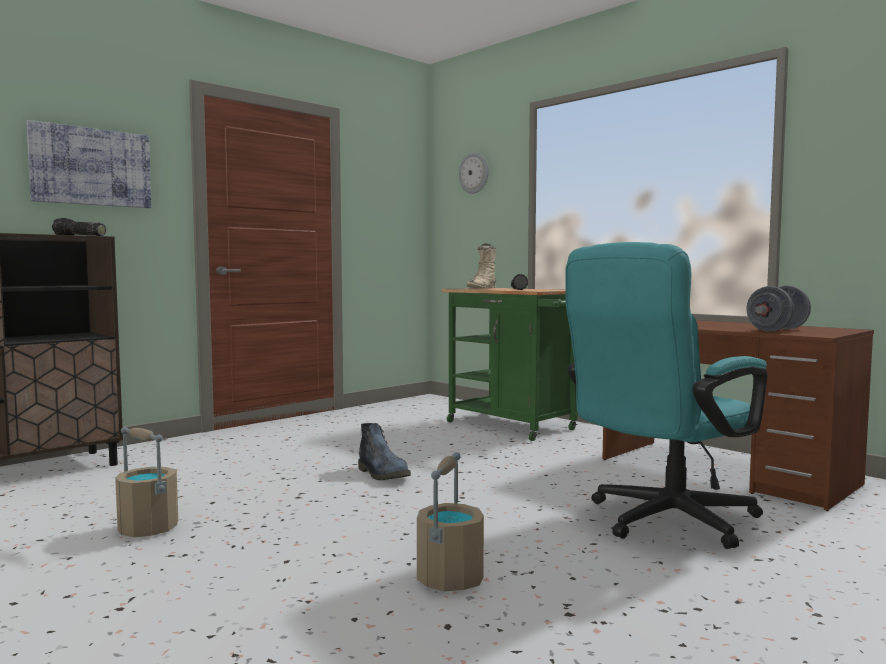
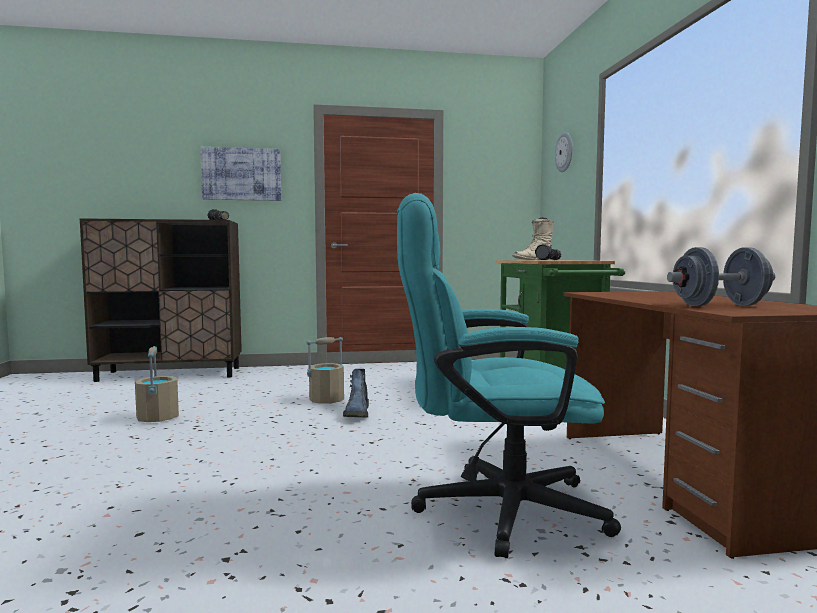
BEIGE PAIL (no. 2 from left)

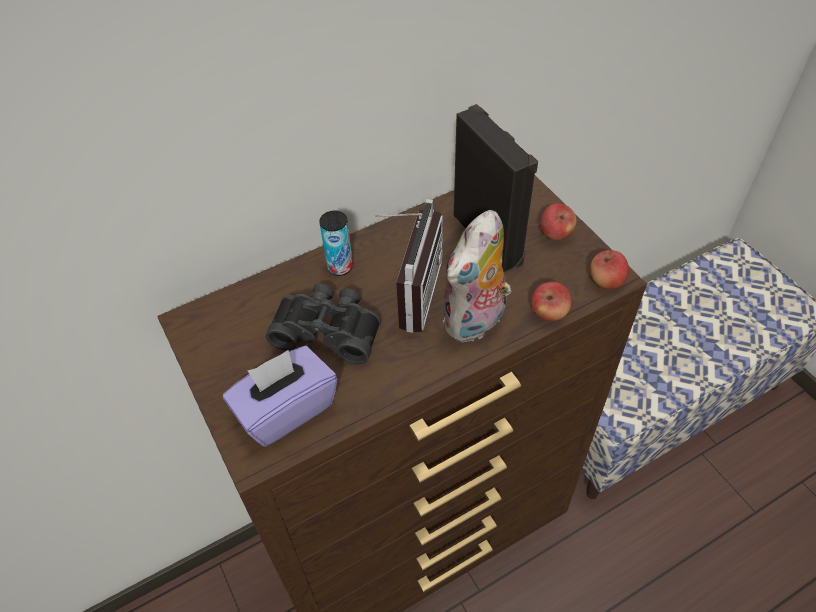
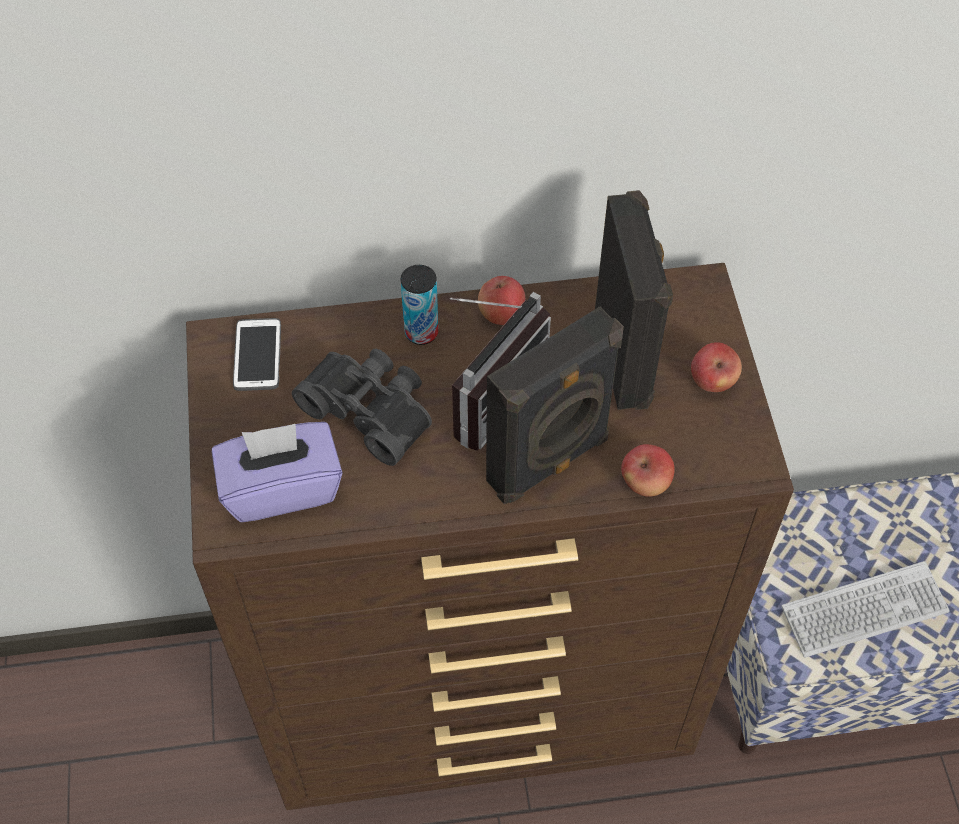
TELEPHONE; PC KEYBOARD; WHOLE APPLE (no. 1 from left); BLACKISH AUDIO SPEAKER (no. 1 from left)

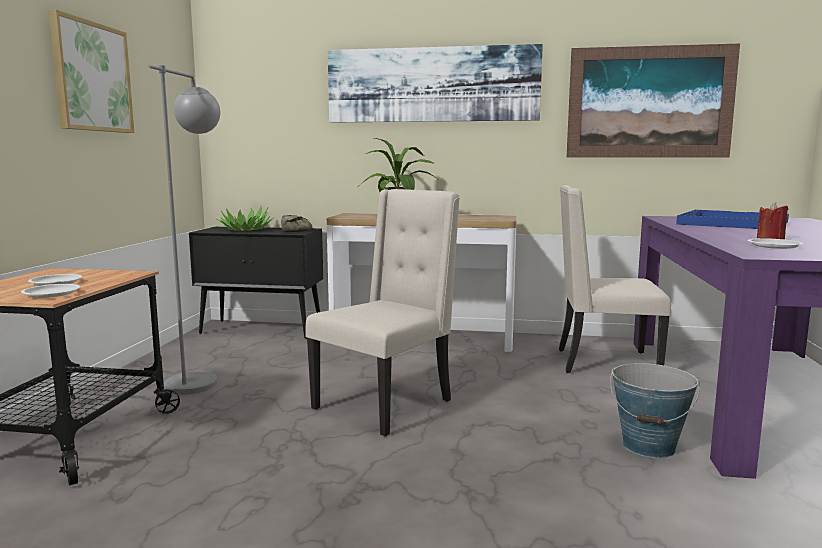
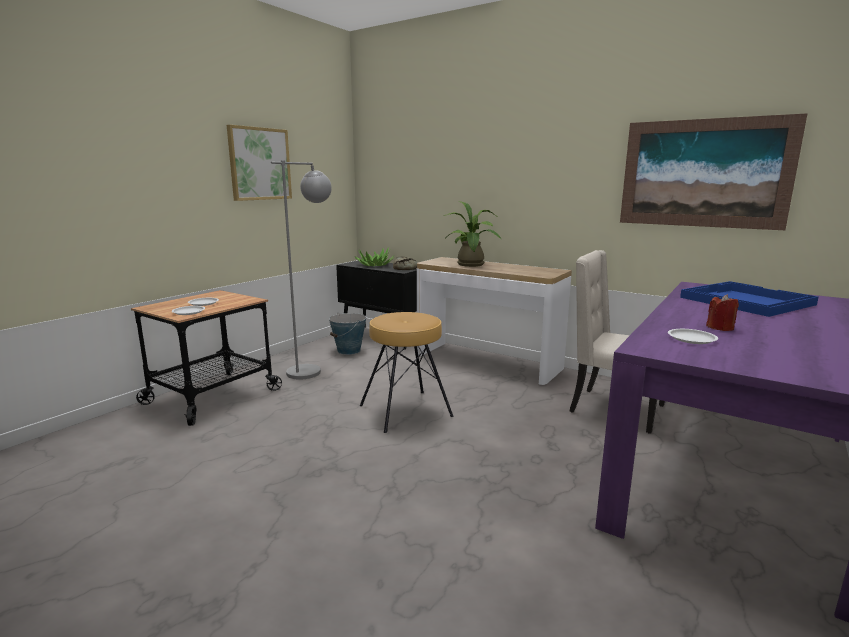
WALL PICTURE (no. 2 from left in the first image); PAIL; BROWN SITTING STOOL

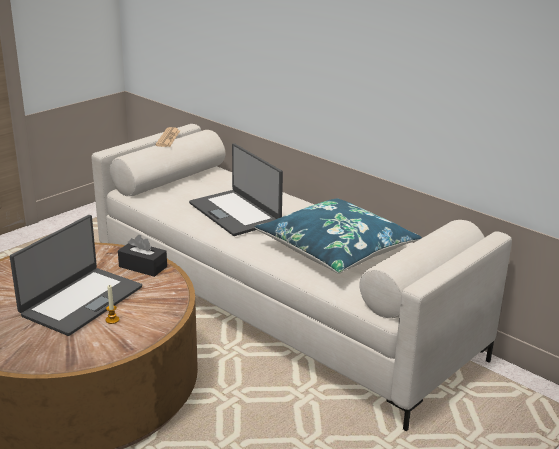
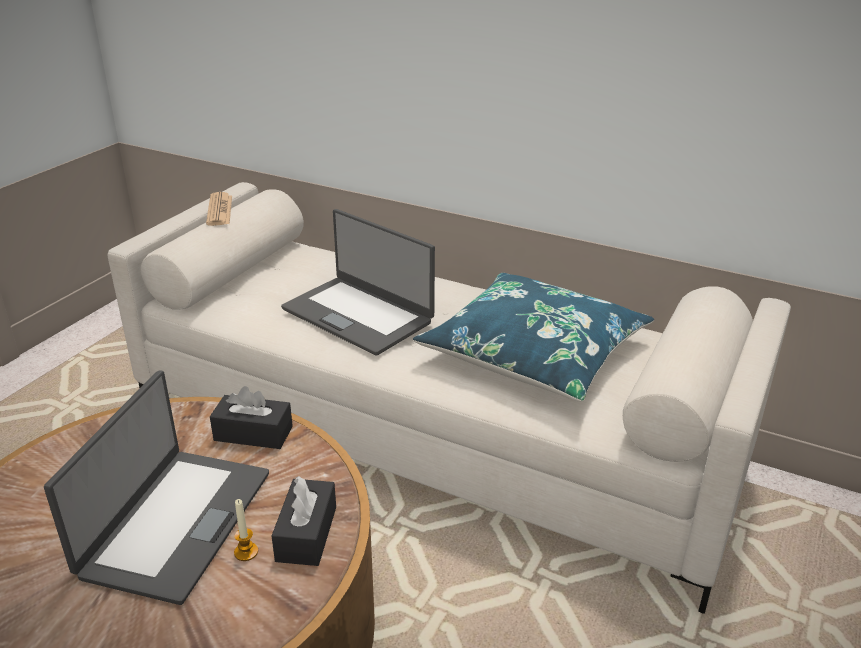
BLACKISH TISSUE BOX (no. 2 from left)

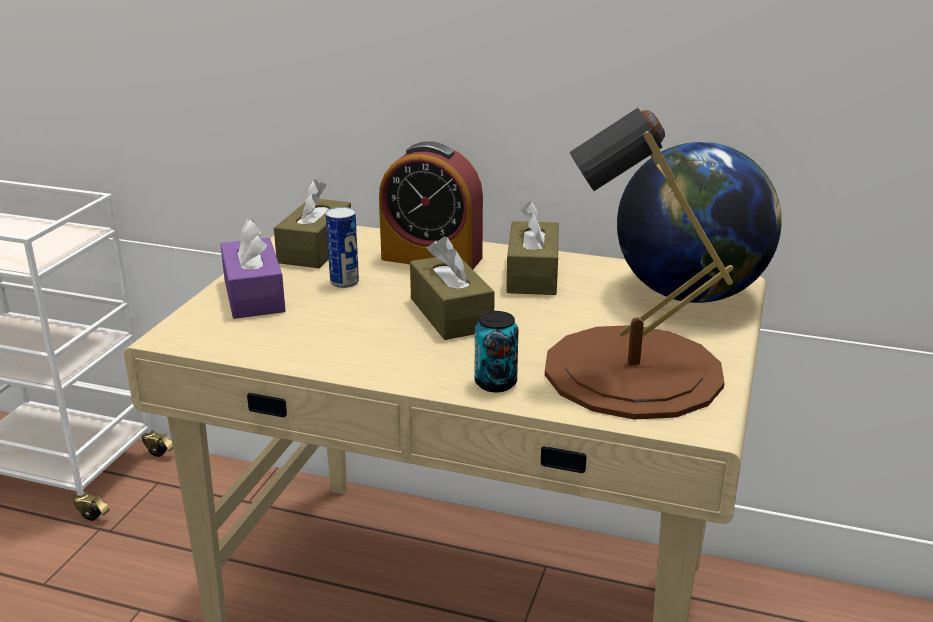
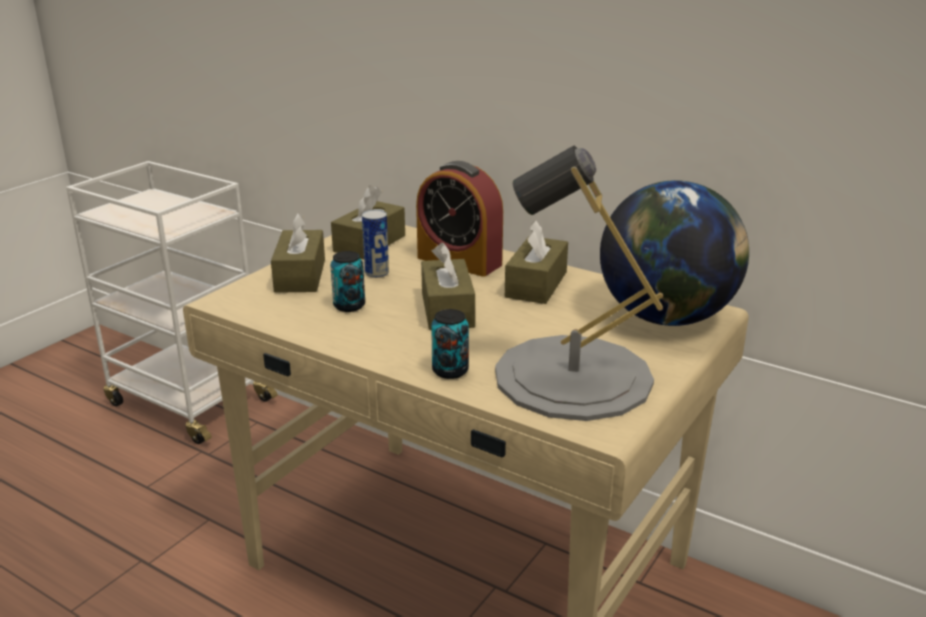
CAN (no. 1 from left); BROWN TISSUE BOX (no. 1 from left); GREYISH LAMP FOR A TABLE

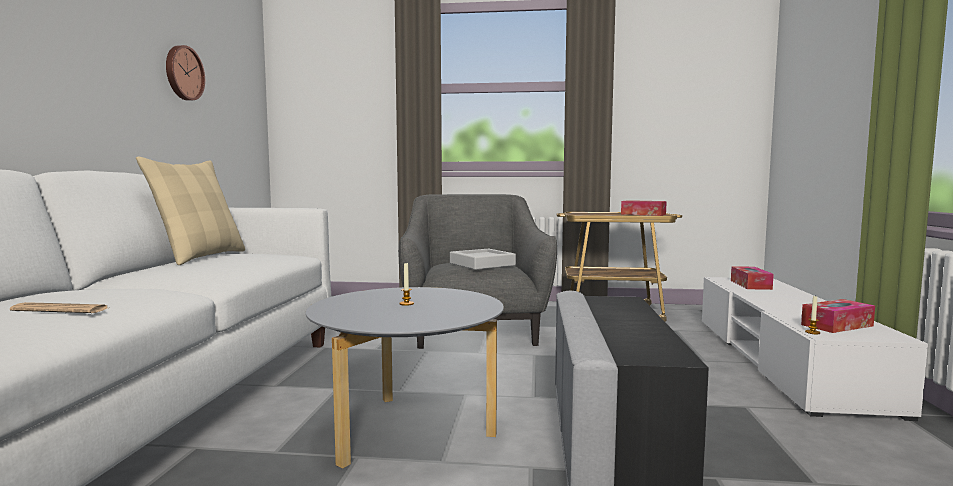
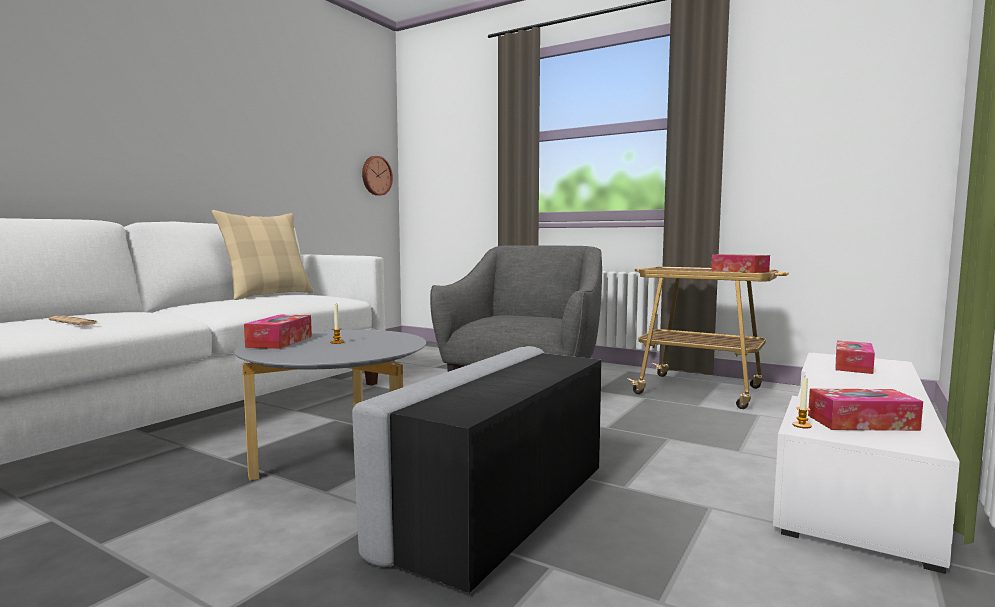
GREYISH CARRYING TRAY; TISSUE BOX (no. 1 from left); WALL CLOCK

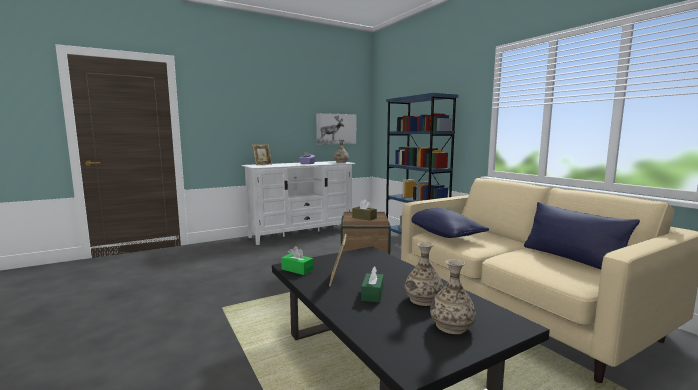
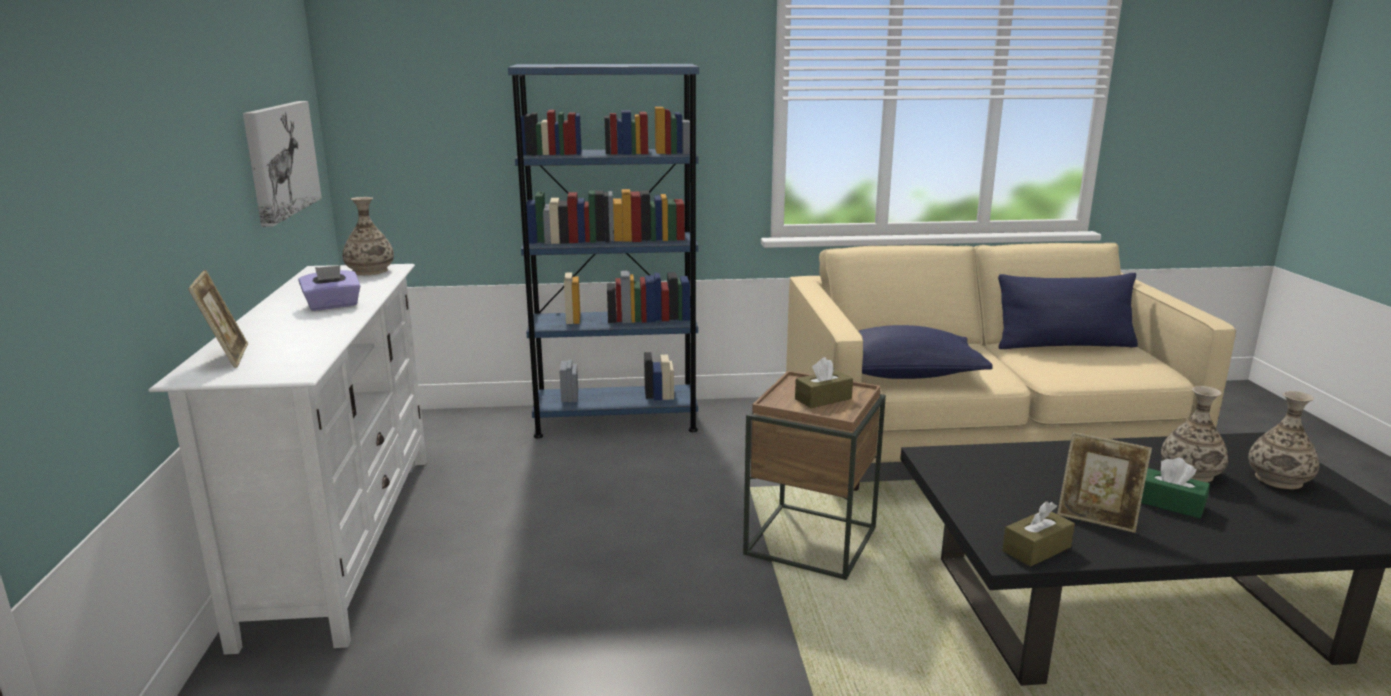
BROWN TISSUE BOX (no. 2 from left)

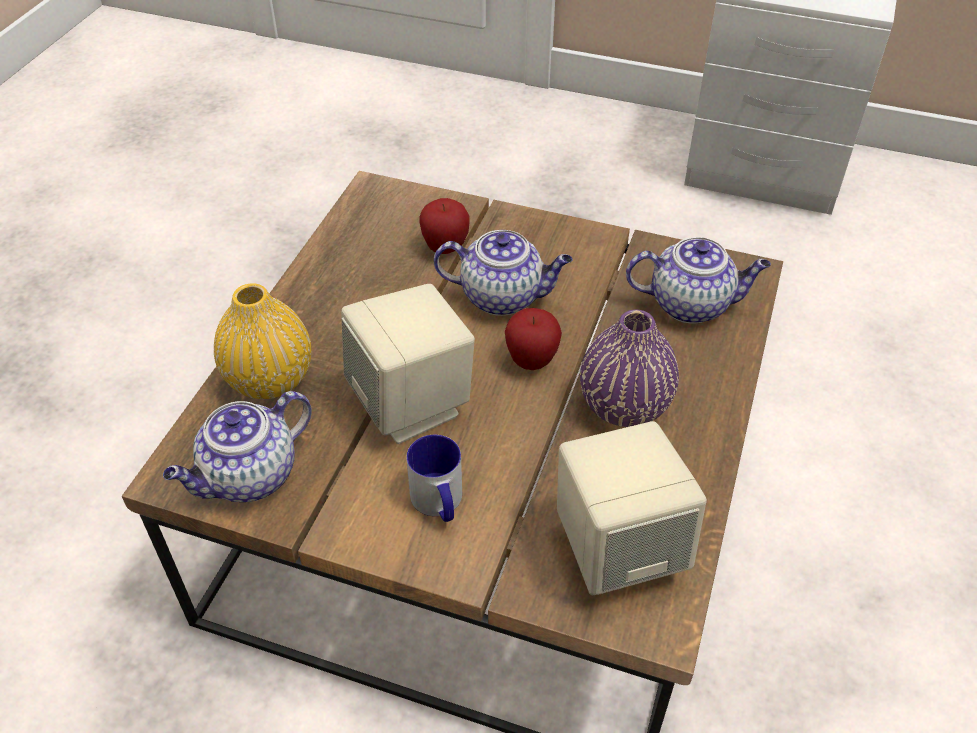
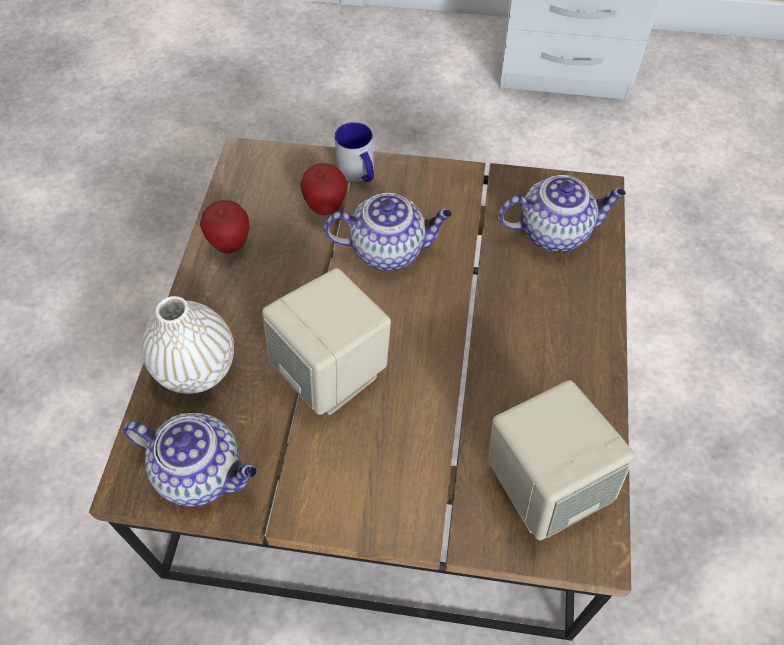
PURPLE VASE; COFFEE MUG; WHOLE APPLE (no. 1 from left); WHITE VASE; TEA POT (no. 1 from left)

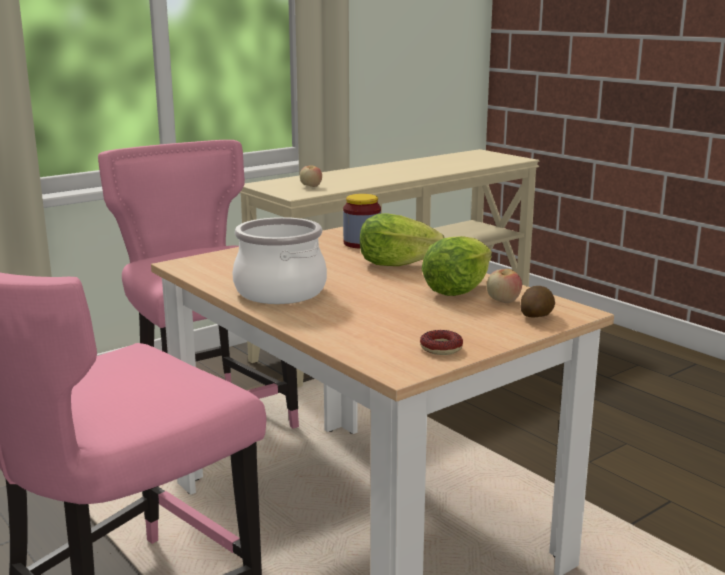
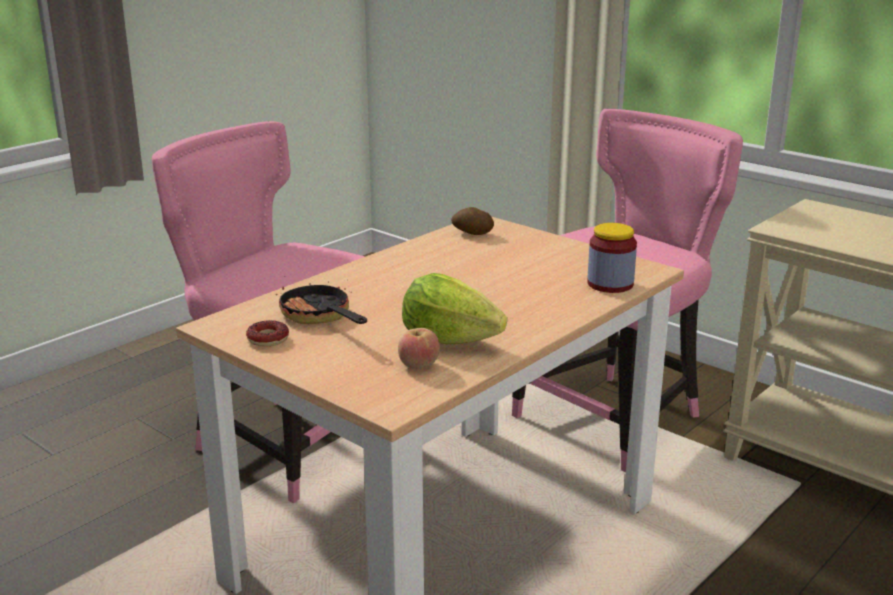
COOKING POT; WHOLE APPLE (no. 1 from left in the first image); LETTUCE (no. 1 from left in the first image); SKILLET; SPUD

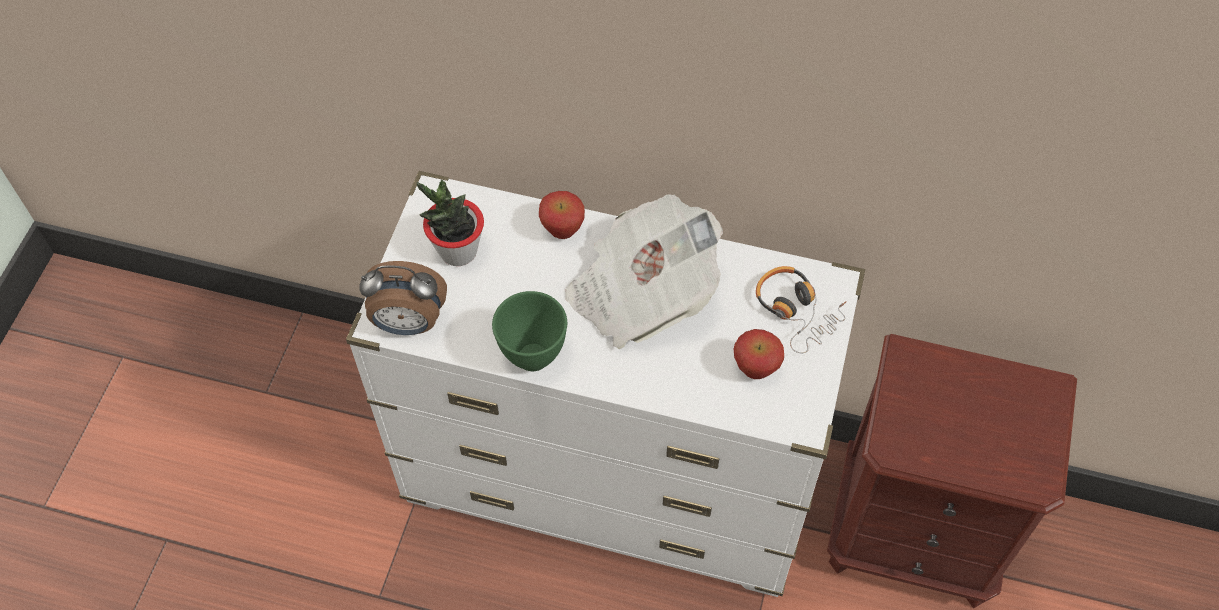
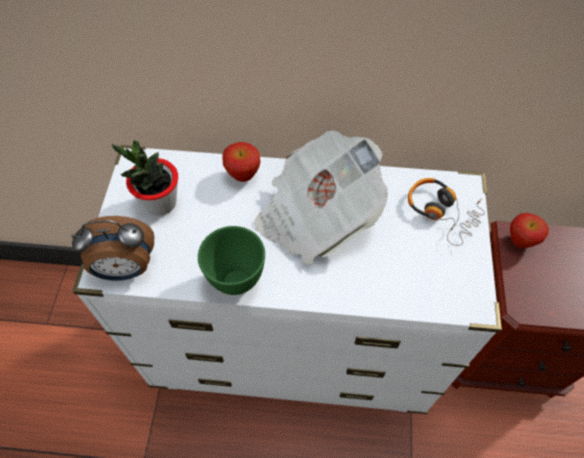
WHOLE APPLE (no. 2 from left)

